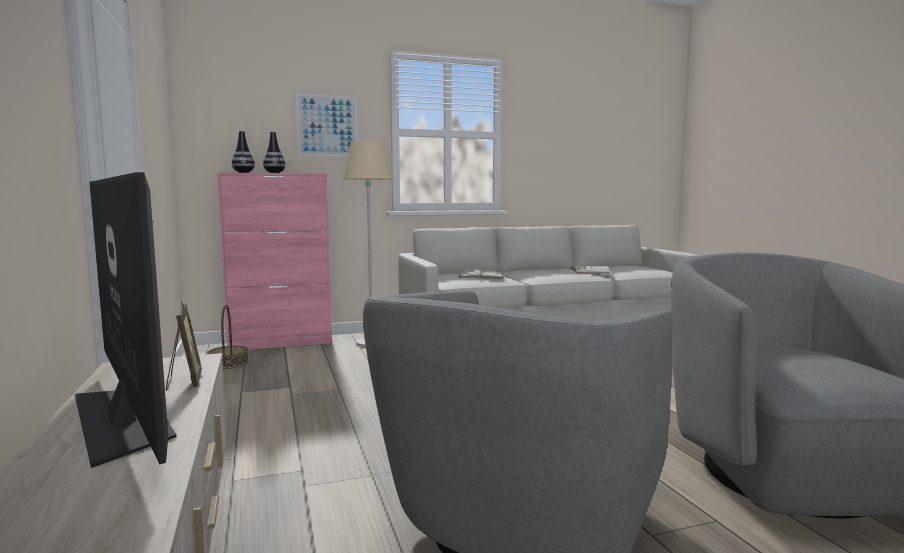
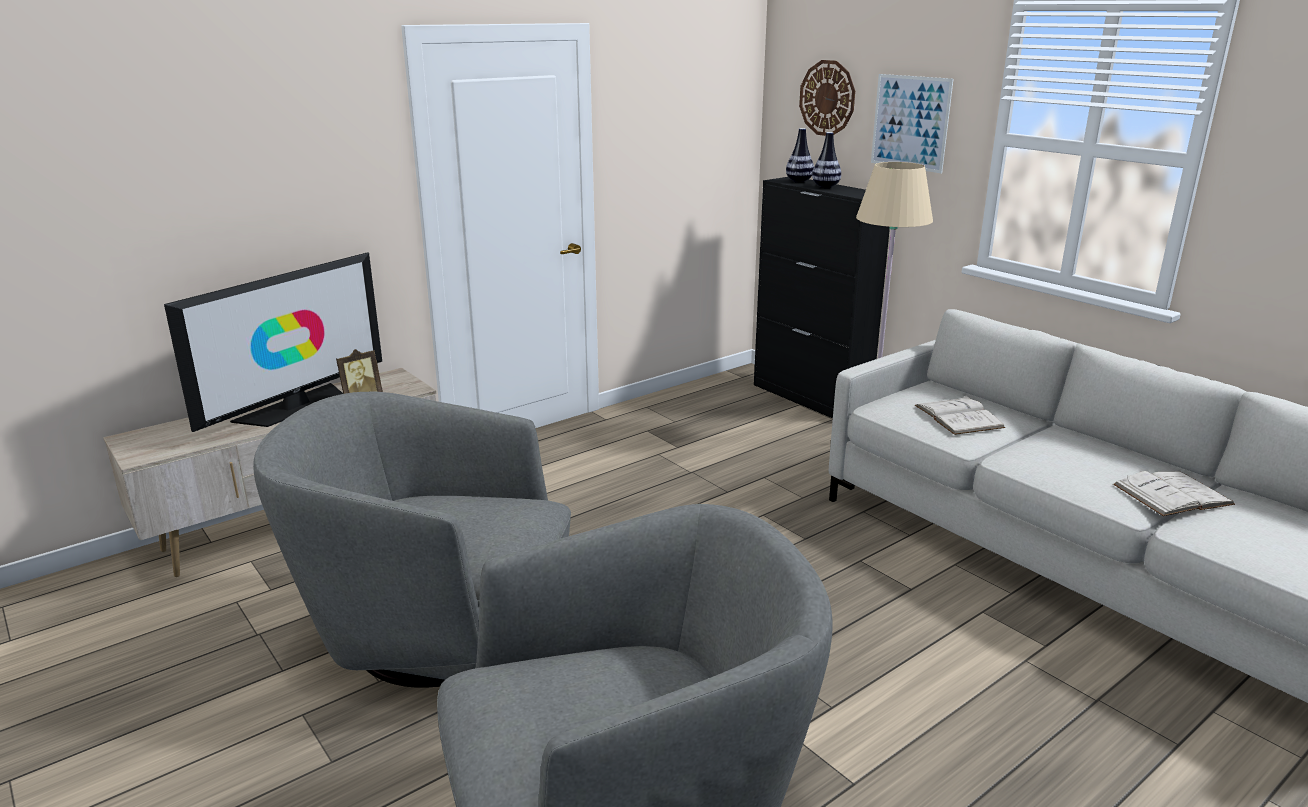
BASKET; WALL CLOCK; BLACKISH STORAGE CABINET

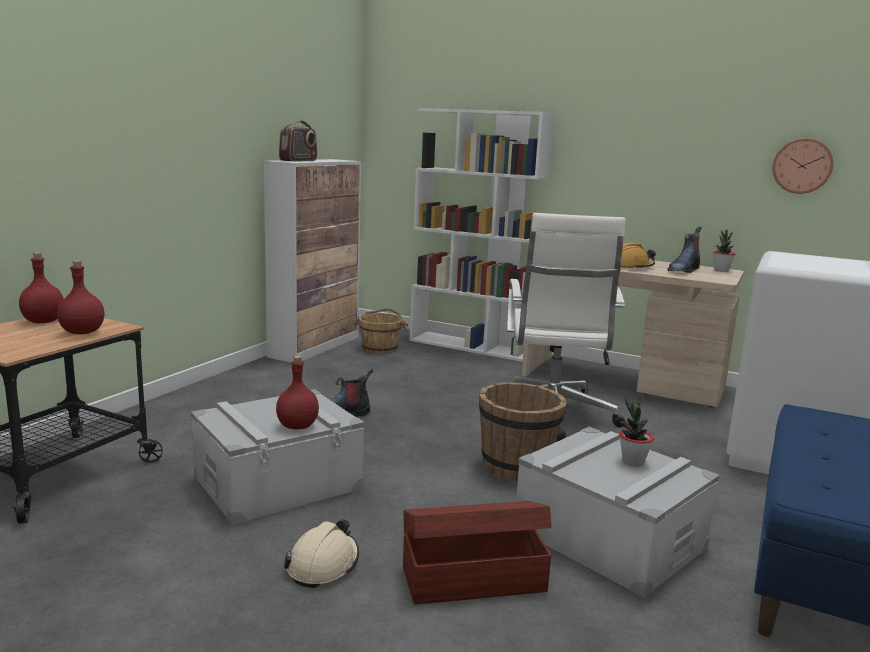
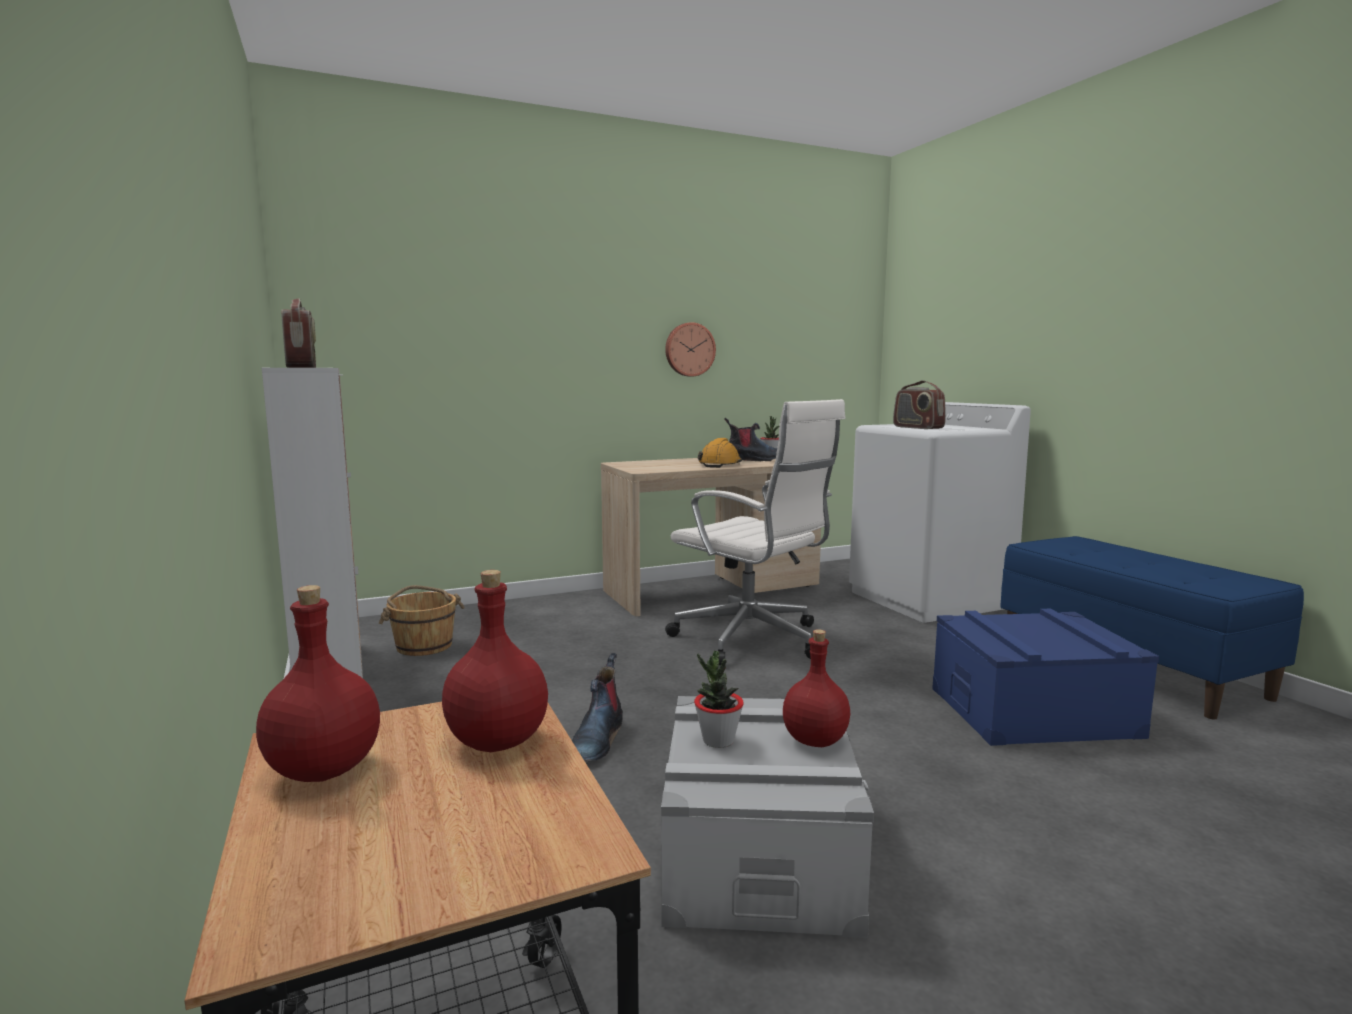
BEIGE SAFETY HELMET; BROWN STORAGE BOX; WHITE SHELVING UNIT; BROWN PAIL (no. 2 from left in the first image); RADIO SET (no. 2 from left); HOUSEPLANT (no. 1 from left); WALL CLOCK; BLUISH STORAGE BOX; TALL BOOT (no. 2 from left)

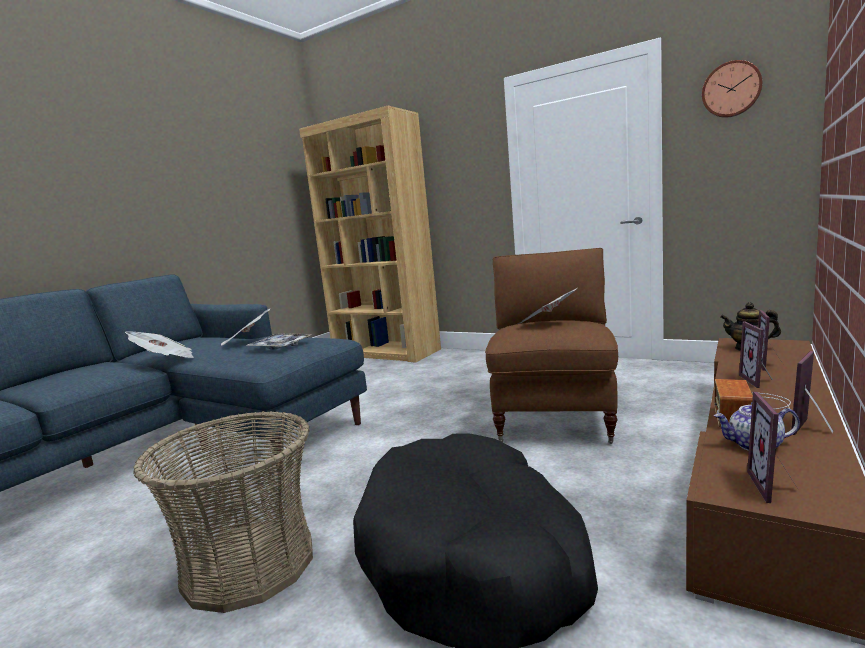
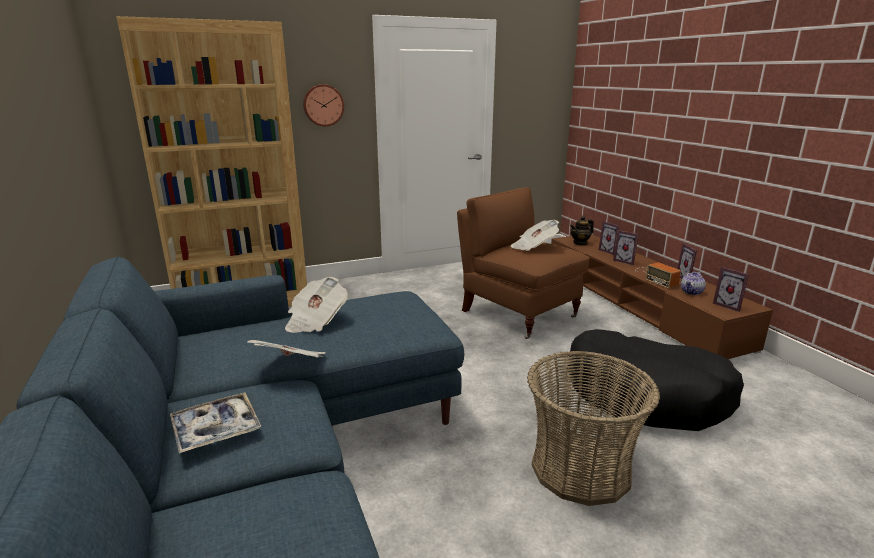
CARRYING TRAY; WALL CLOCK

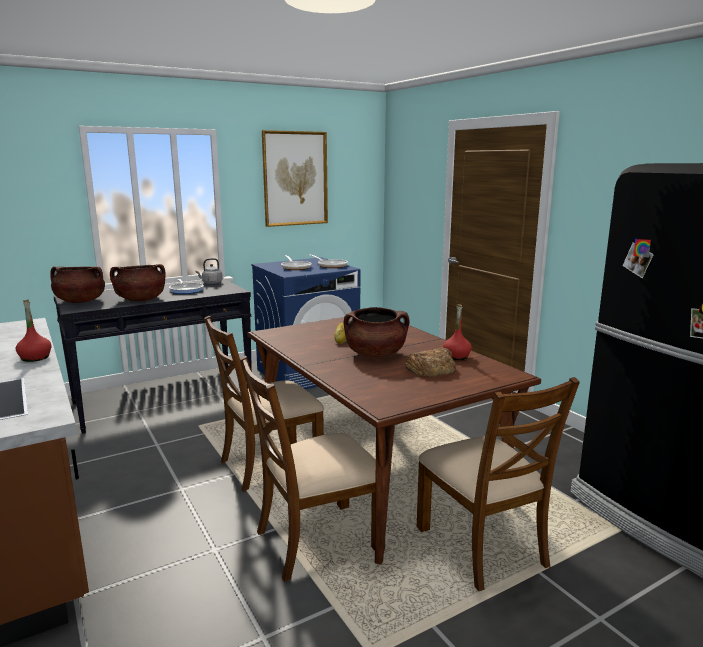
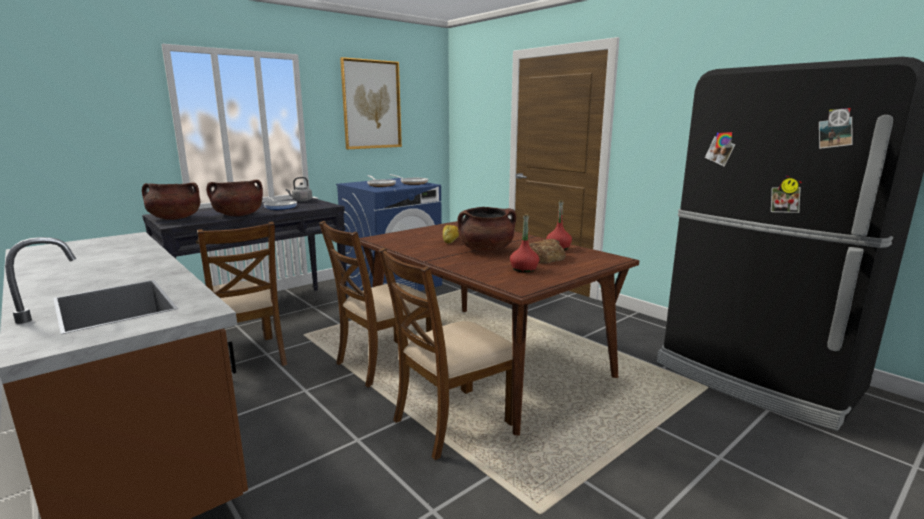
RED BOTTLE (no. 1 from left); BROWN CHAIR (no. 1 from left)

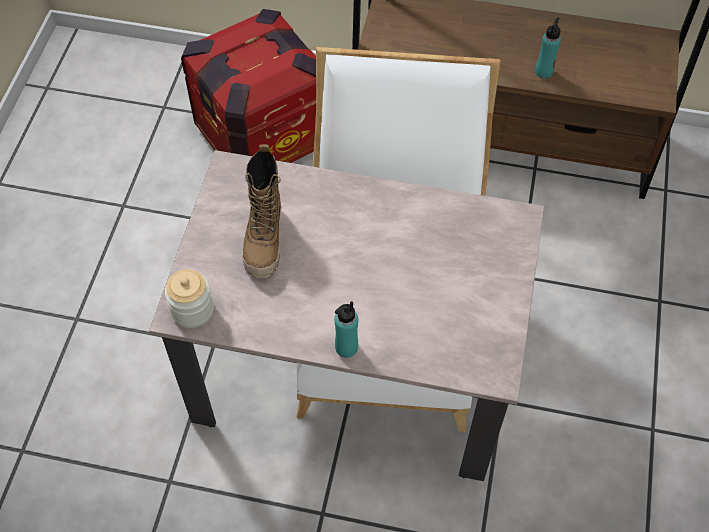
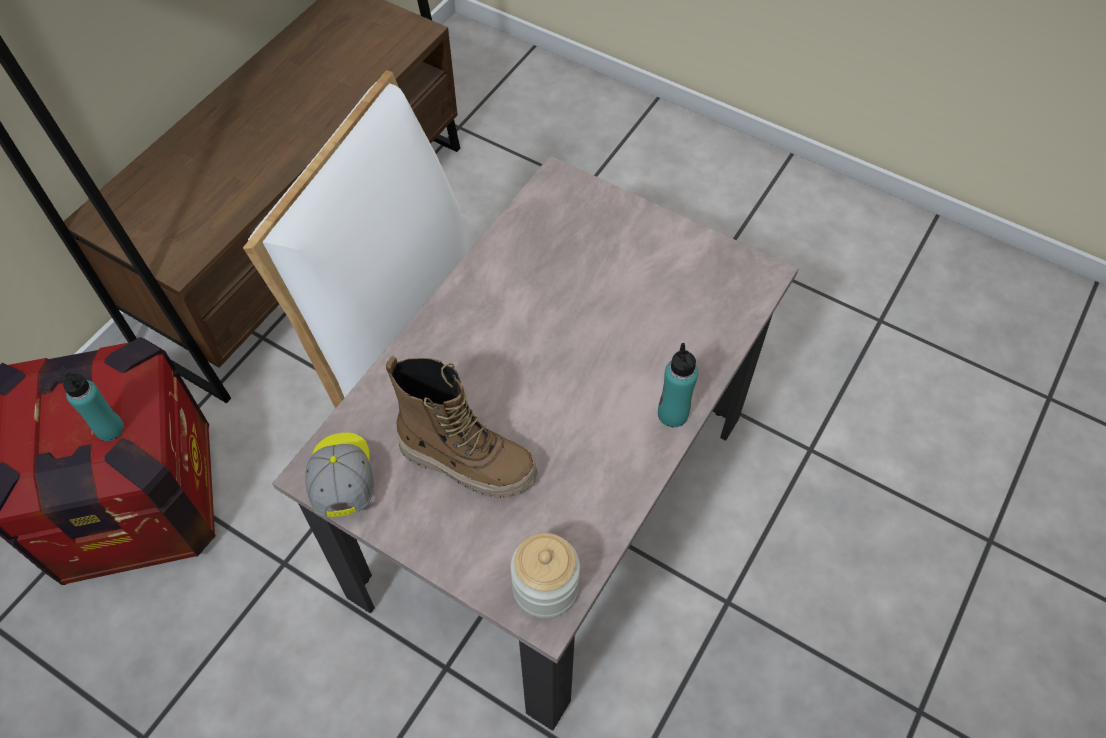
CAP; BLUE-GREEN BOTTLE (no. 1 from left)

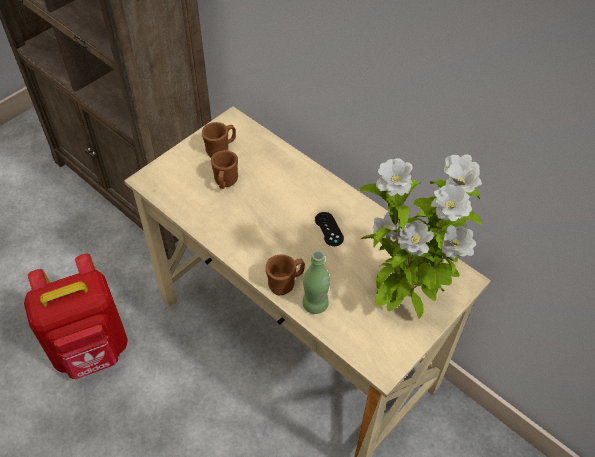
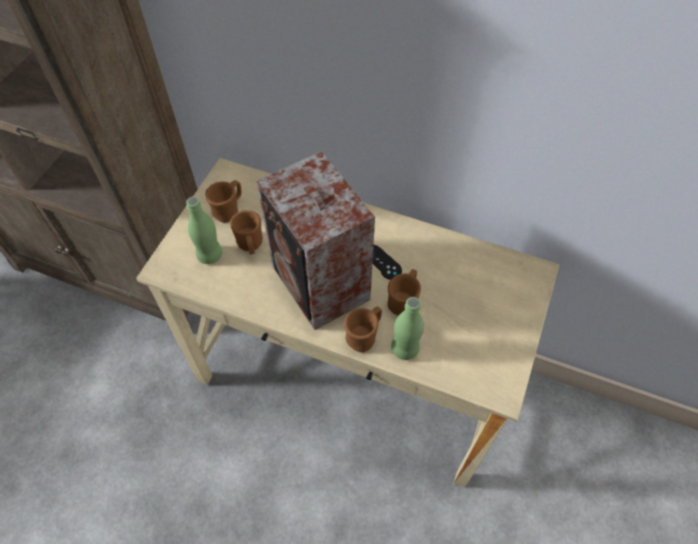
RED KNAPSACK; HOUSEPLANT; GREENISH BOTTLE (no. 1 from left); AUDIO SPEAKER; BROWN COFFEE MUG (no. 4 from left)

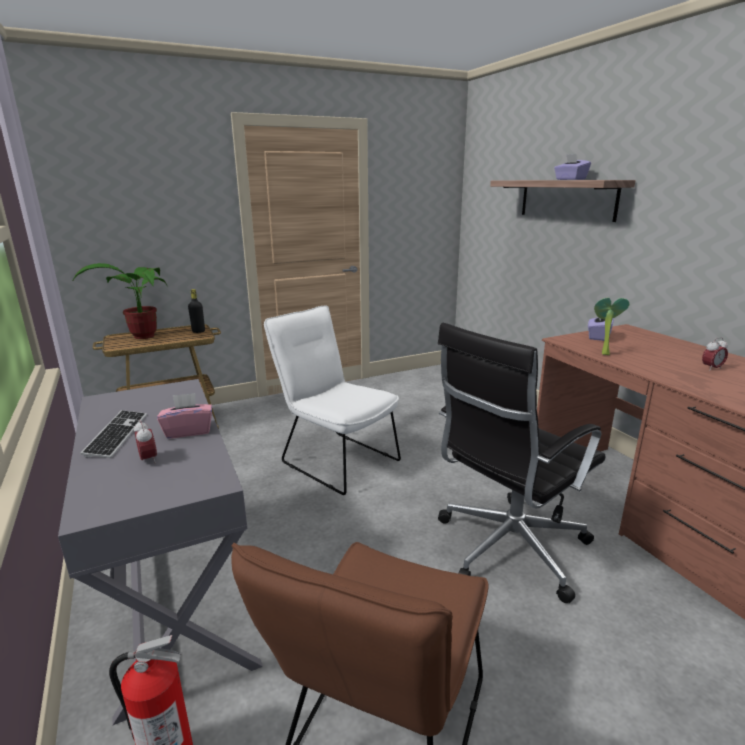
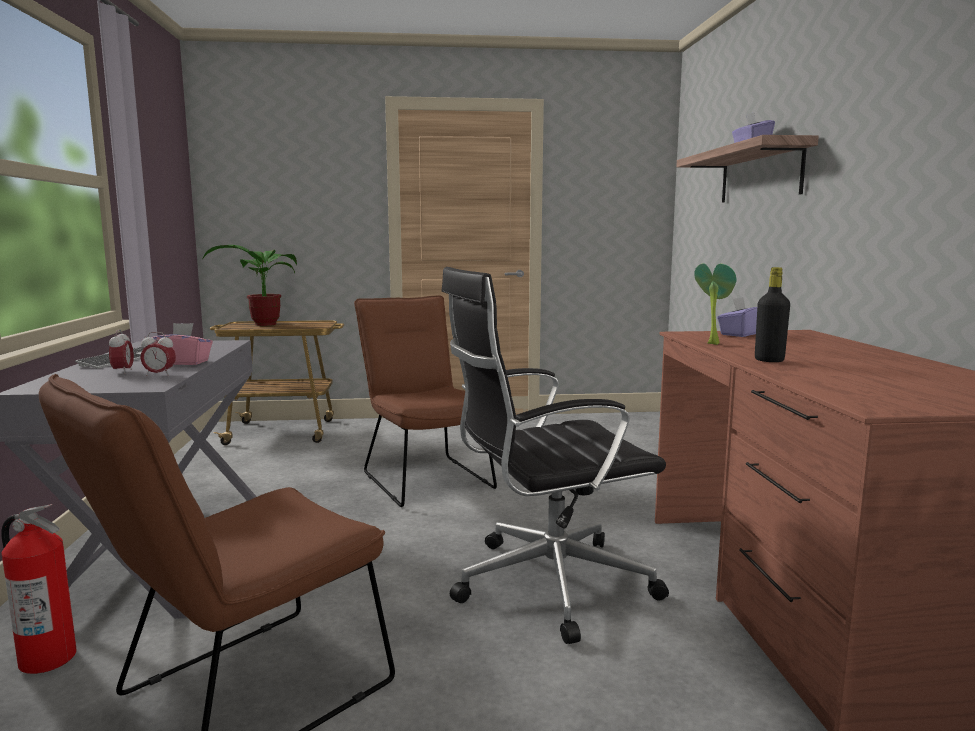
BLACKISH BOTTLE; BEDSIDE CLOCK (no. 2 from left); BROWN CHAIR (no. 2 from left)

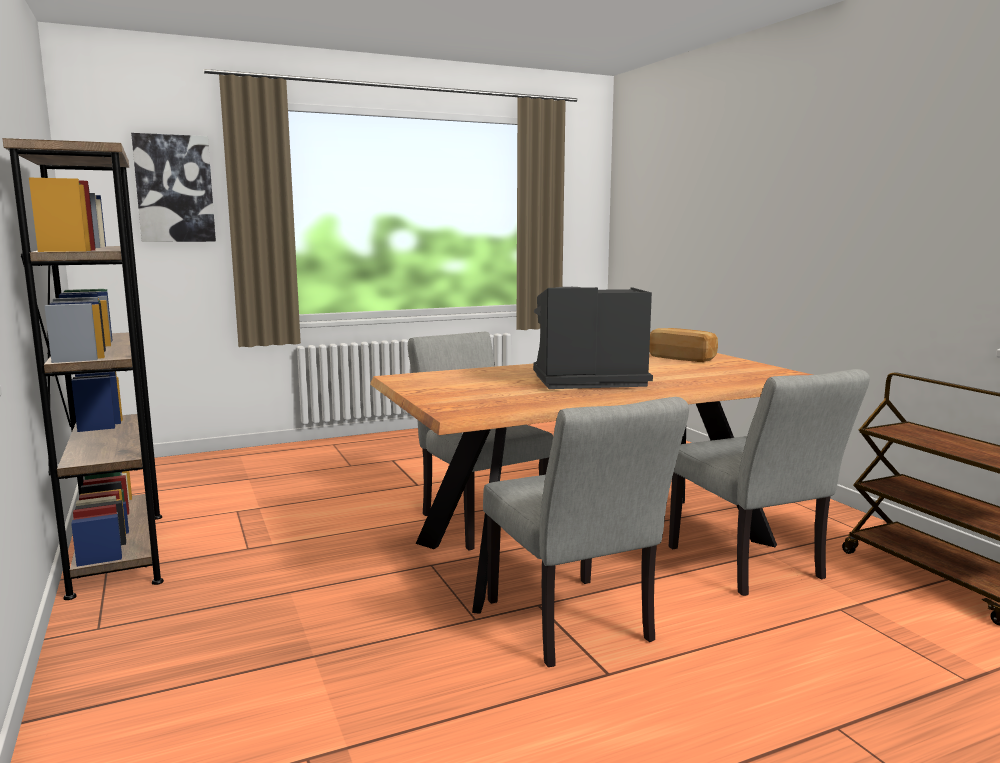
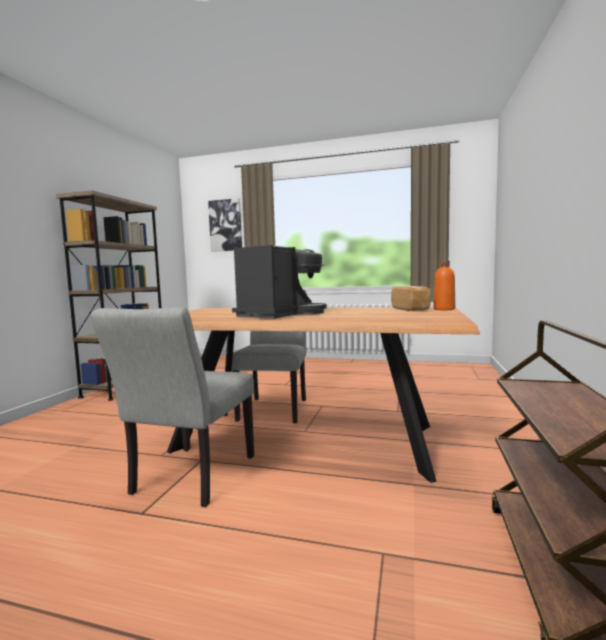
GREYISH CHAIR (no. 3 from left in the first image); ORANGE-COLOURED BOTTLE; COFFEE BREWER

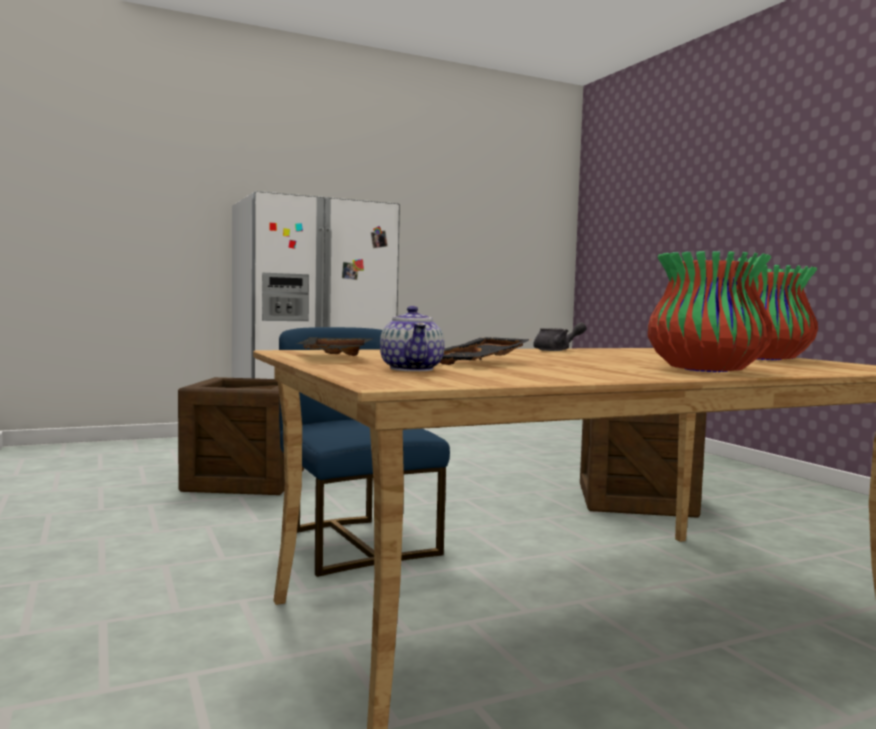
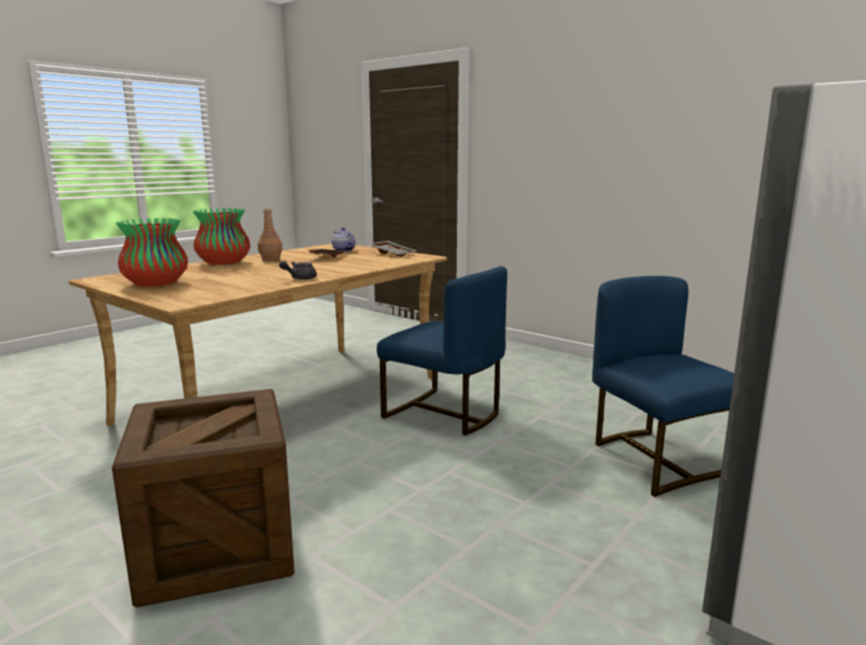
BROWN BOTTLE; BLUISH CHAIR (no. 2 from left)

